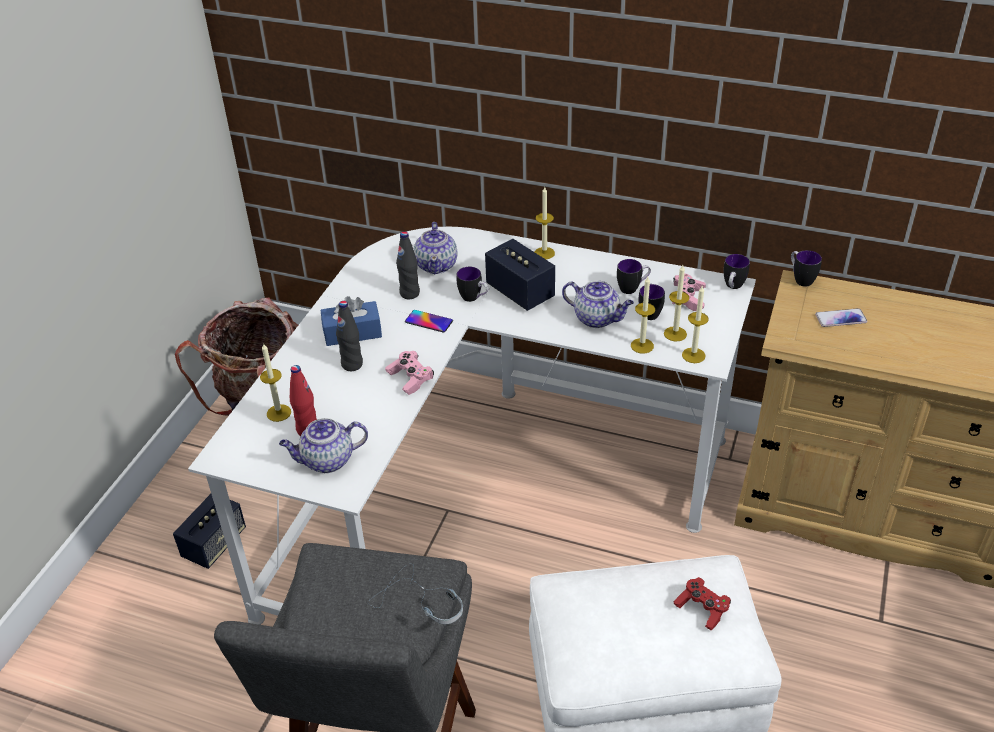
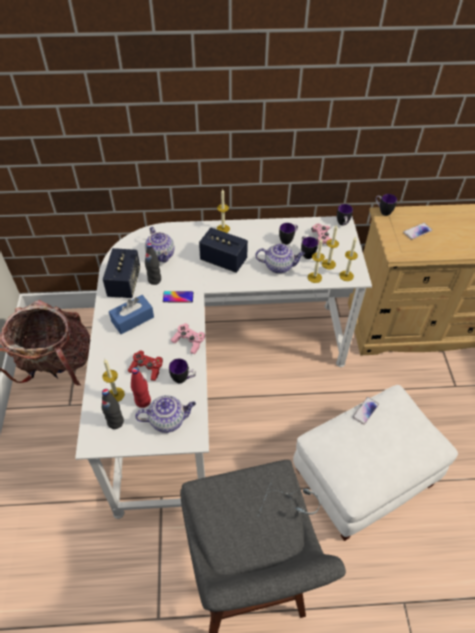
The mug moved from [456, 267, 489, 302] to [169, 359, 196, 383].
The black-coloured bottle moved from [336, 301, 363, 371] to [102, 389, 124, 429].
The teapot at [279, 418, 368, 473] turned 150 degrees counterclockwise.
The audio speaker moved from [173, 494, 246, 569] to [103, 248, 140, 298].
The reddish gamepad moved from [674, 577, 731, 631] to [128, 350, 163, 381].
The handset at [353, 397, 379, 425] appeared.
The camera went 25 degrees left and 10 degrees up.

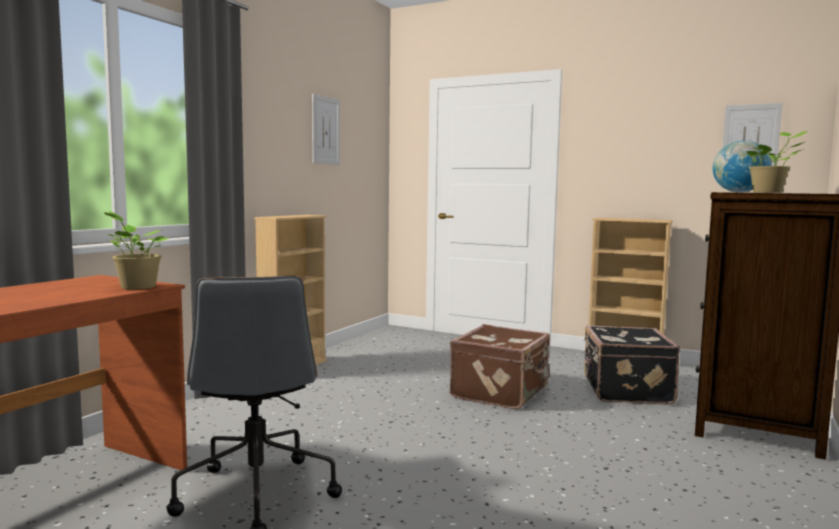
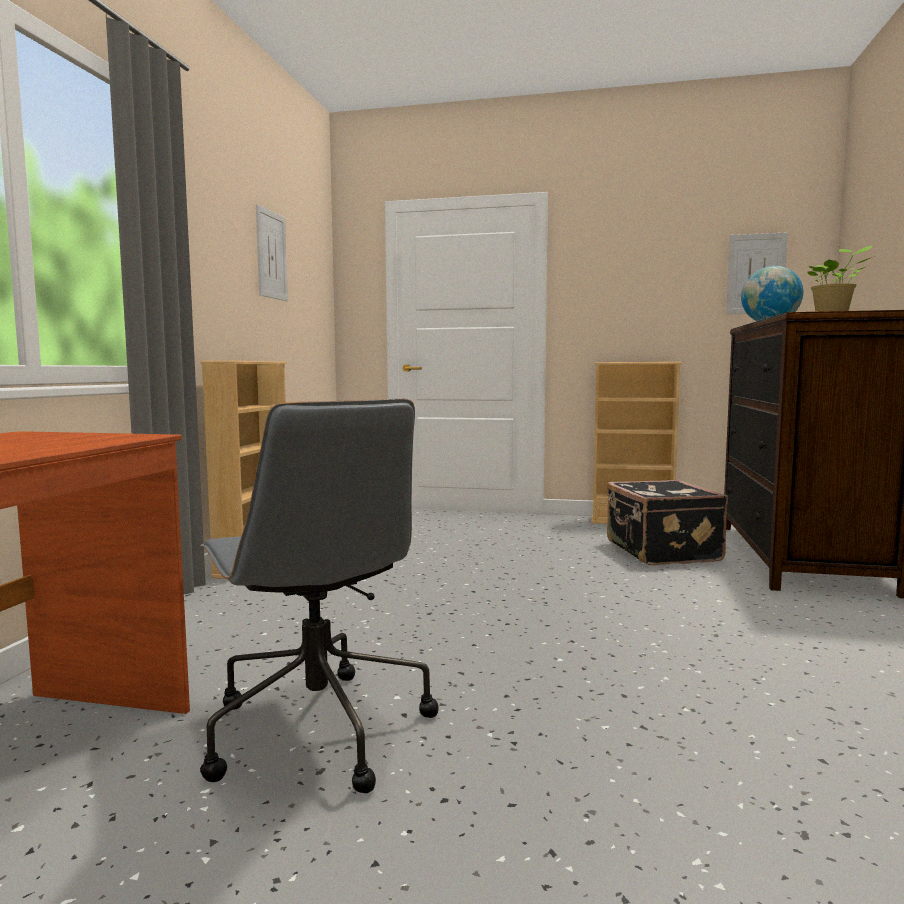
The houseplant at [104, 211, 170, 290] disappeared.
The brown-coloured suitcase at [450, 324, 550, 410] disappeared.
The camera went 15 degrees left and 0 degrees up.

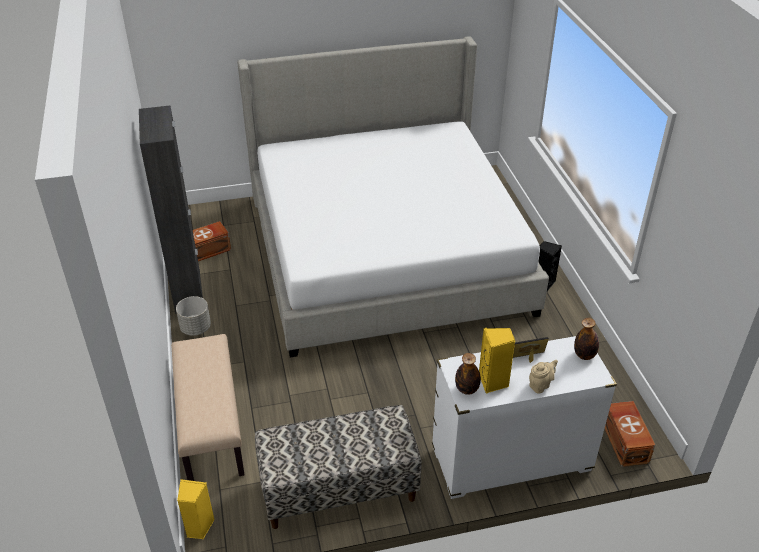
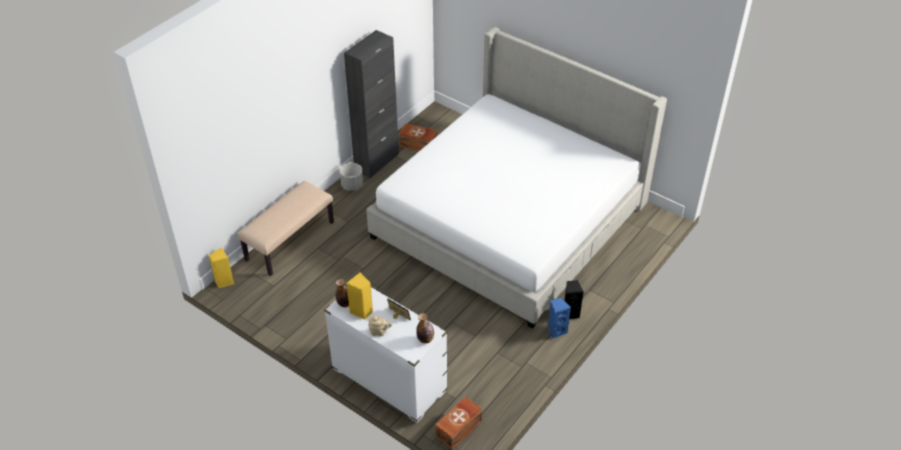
The long seat at [255, 405, 422, 529] disappeared.
The blue-coloured audio speaker at [548, 297, 571, 339] appeared.
The camera went 50 degrees right and 5 degrees up.

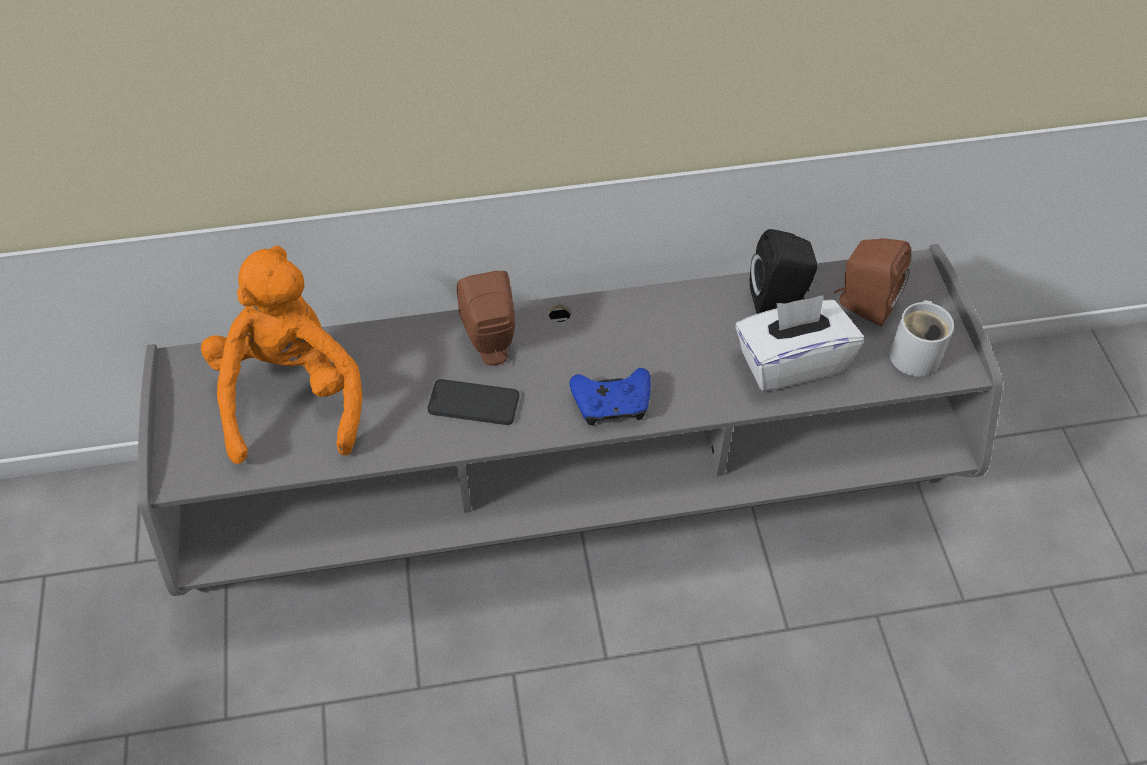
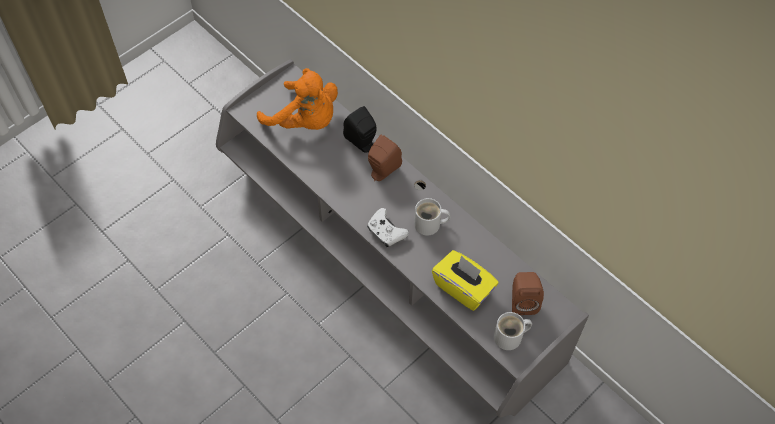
The black-coloured audio speaker moved from [750, 229, 818, 314] to [343, 106, 377, 153].
The orangey soft toy at [201, 245, 362, 464] turned 75 degrees clockwise.
The white-coloured box of tissues at [735, 295, 864, 391] became the yellow-coloured box of tissues at [432, 250, 498, 311].
The blue-coloured gamepad at [570, 368, 651, 425] became the white-coloured gamepad at [367, 208, 409, 247].
The handset at [428, 379, 519, 425] disappeared.
The white-coloured mug at [414, 198, 450, 235] appeared.
The camera went 55 degrees right and 5 degrees up.

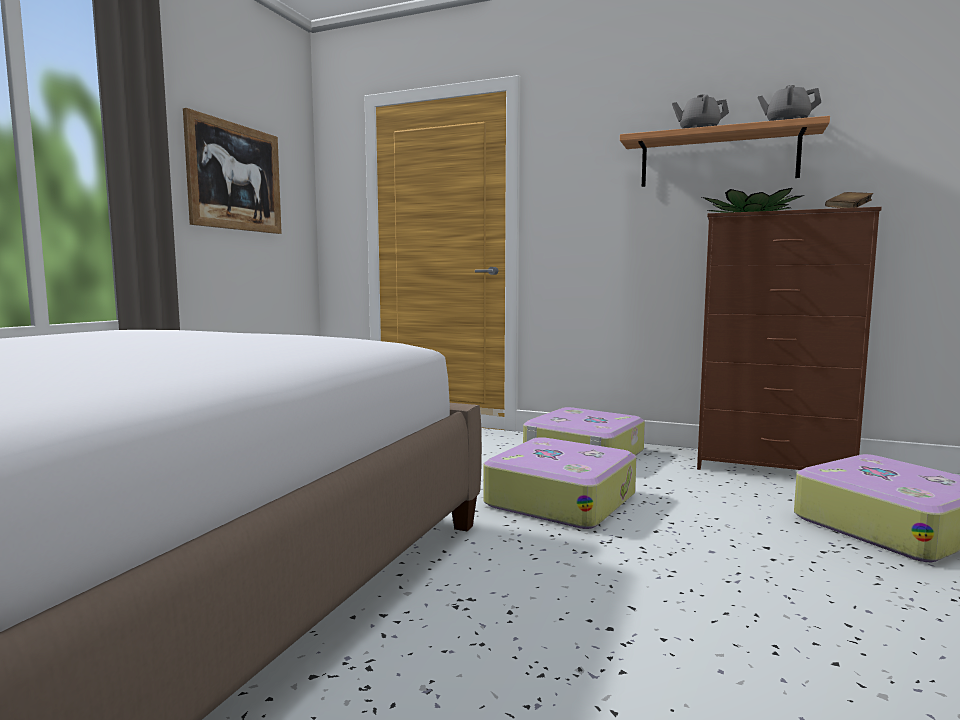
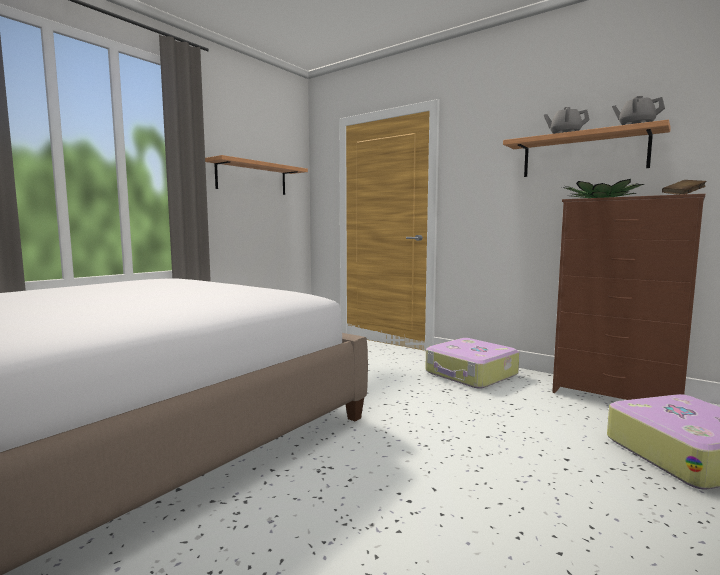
The wall picture at [183, 108, 282, 234] was replaced by the shelf at [205, 155, 308, 195].
The suitcase at [483, 437, 636, 529] disappeared.
The camera went 15 degrees right and 0 degrees up.

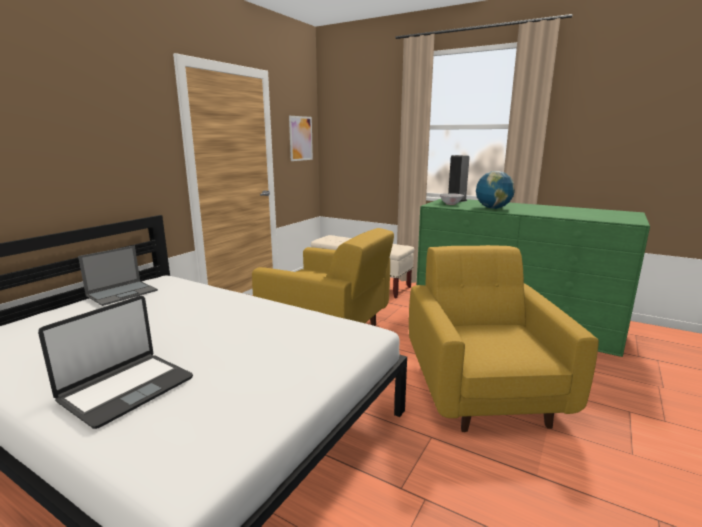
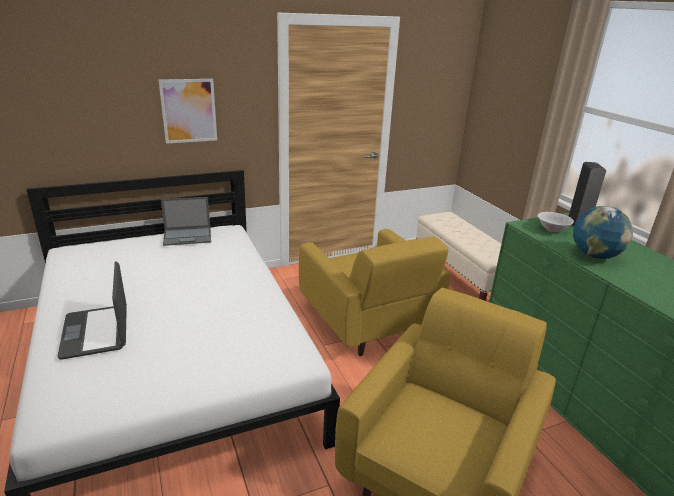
The wall picture moved from [289, 116, 313, 161] to [159, 79, 217, 144].
The laptop at [38, 296, 193, 429] turned 90 degrees clockwise.
The camera went 35 degrees right and 10 degrees up.

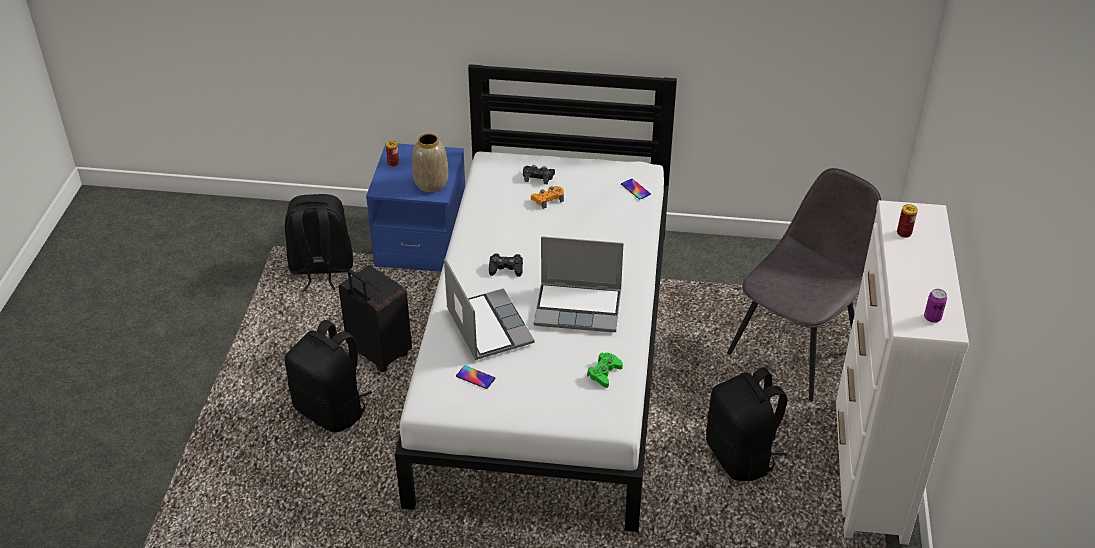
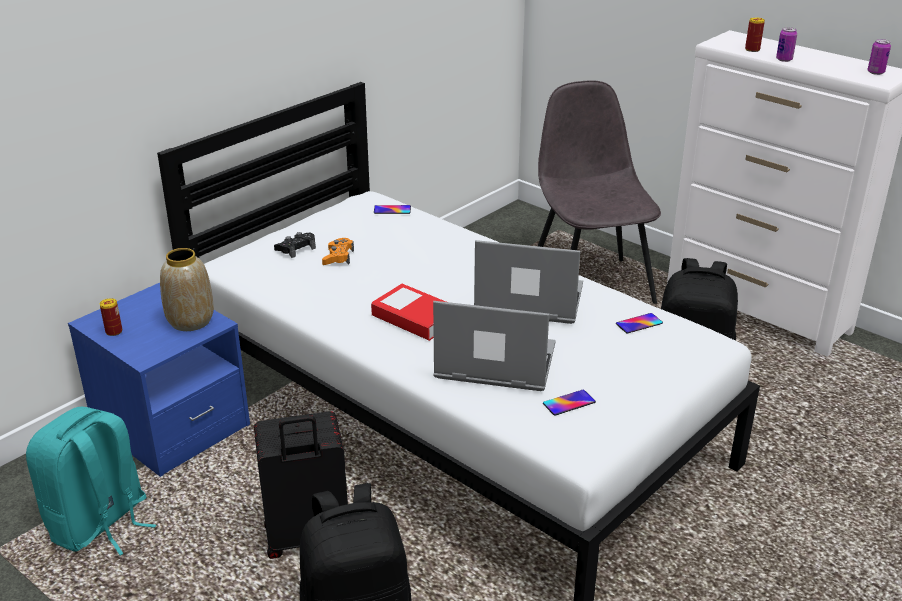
The black-coloured backpack at [285, 194, 353, 291] became the blue-green backpack at [26, 407, 156, 556].
The laptop at [534, 236, 624, 332] turned 120 degrees counterclockwise.
The black-coloured gamepad at [489, 254, 523, 277] was replaced by the book at [371, 284, 446, 341].
The greenish gamepad at [587, 353, 623, 388] was replaced by the handset at [616, 313, 663, 334].
The sealed can at [776, 27, 797, 62] appeared.
The camera went 55 degrees left and 10 degrees down.

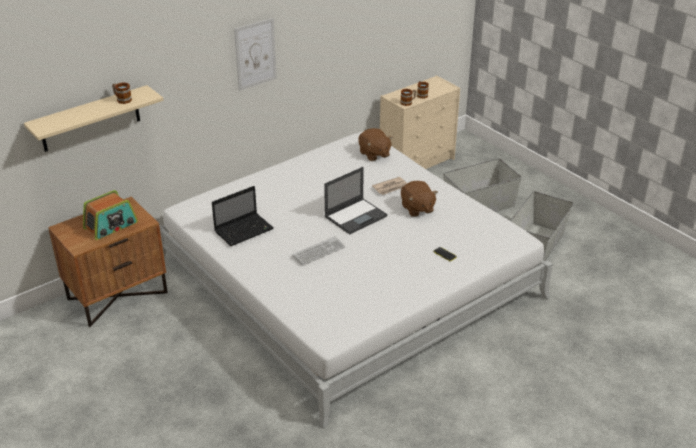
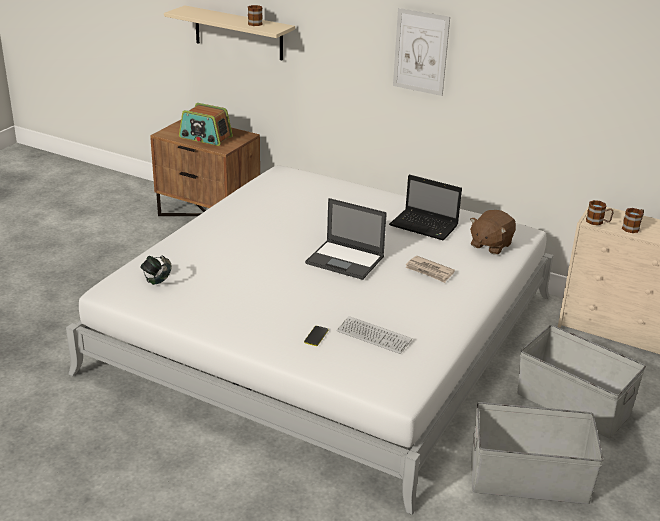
The brown-coloured soft toy at [401, 181, 438, 217] disappeared.
The laptop moved from [212, 186, 274, 246] to [389, 174, 462, 240].
The keyboard moved from [292, 236, 345, 266] to [337, 316, 412, 354].
The pair of headphones at [140, 256, 172, 285] appeared.
The camera went 65 degrees right and 5 degrees down.

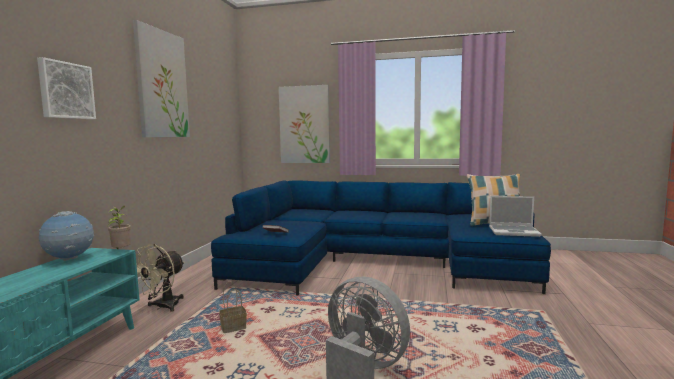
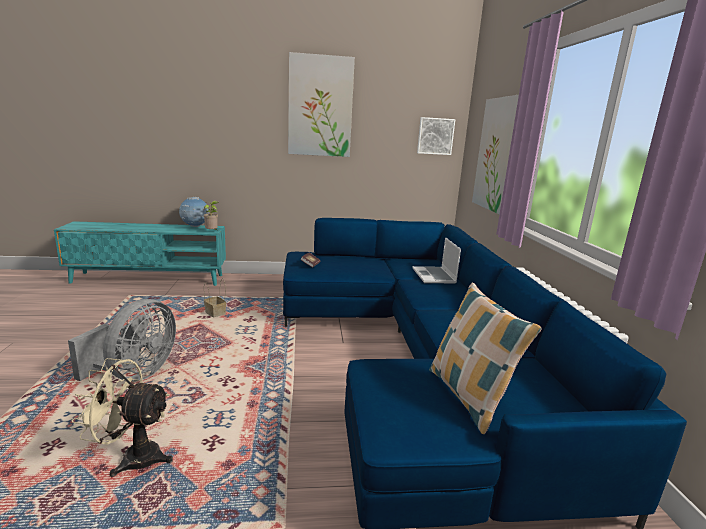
The wall picture moved from [37, 57, 96, 119] to [417, 117, 455, 155].
The laptop moved from [489, 196, 542, 237] to [412, 237, 461, 283].
The beige-coloured cooling fan moved from [136, 244, 185, 312] to [72, 358, 173, 477].
The camera went 70 degrees right and 10 degrees up.

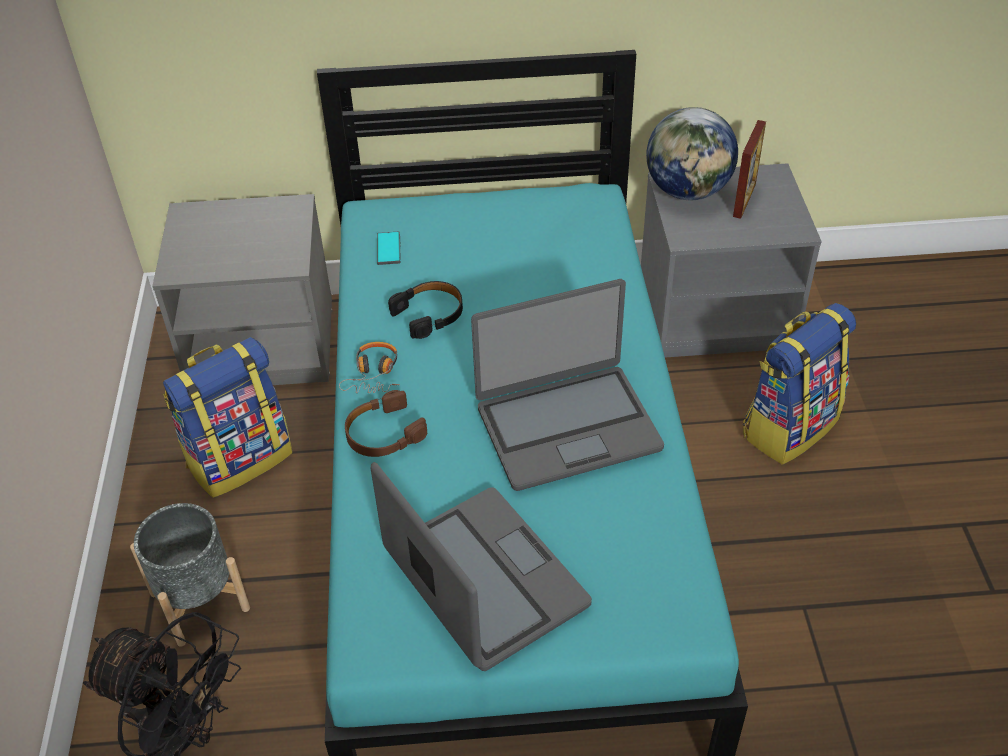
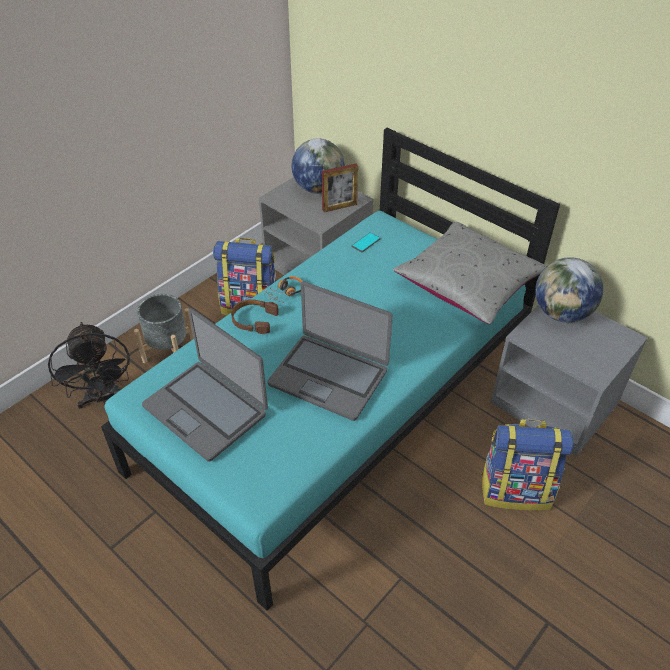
The photo frame moved from [733, 120, 766, 219] to [322, 164, 358, 212].
The black-coloured pair of headphones at [388, 281, 463, 339] disappeared.
The laptop at [371, 462, 592, 671] turned 120 degrees clockwise.
The globe at [292, 138, 345, 194] appeared.
The grey pillow at [393, 222, 546, 324] appeared.
The camera went 45 degrees right and 0 degrees up.

